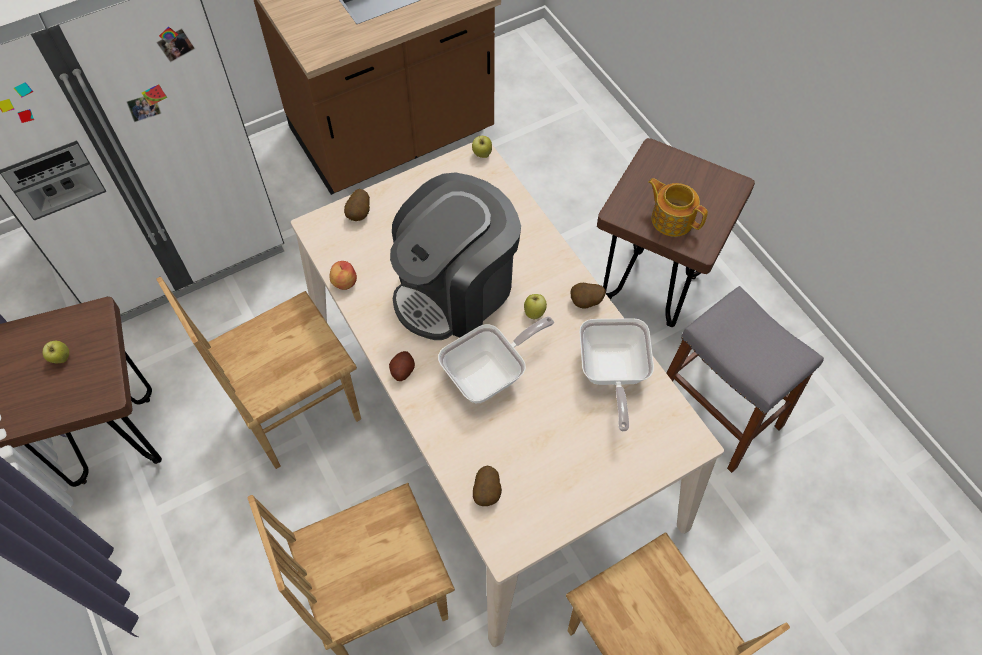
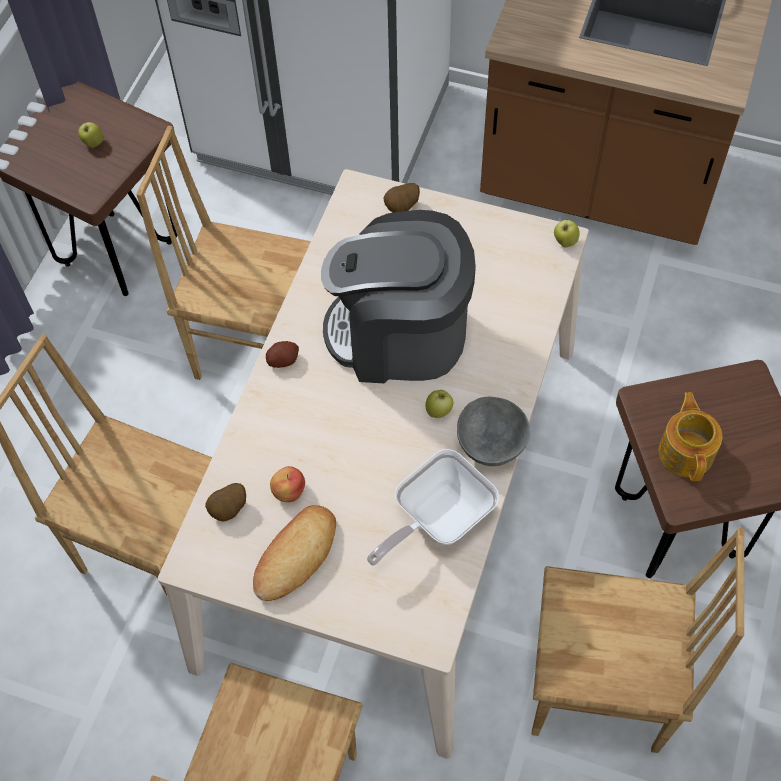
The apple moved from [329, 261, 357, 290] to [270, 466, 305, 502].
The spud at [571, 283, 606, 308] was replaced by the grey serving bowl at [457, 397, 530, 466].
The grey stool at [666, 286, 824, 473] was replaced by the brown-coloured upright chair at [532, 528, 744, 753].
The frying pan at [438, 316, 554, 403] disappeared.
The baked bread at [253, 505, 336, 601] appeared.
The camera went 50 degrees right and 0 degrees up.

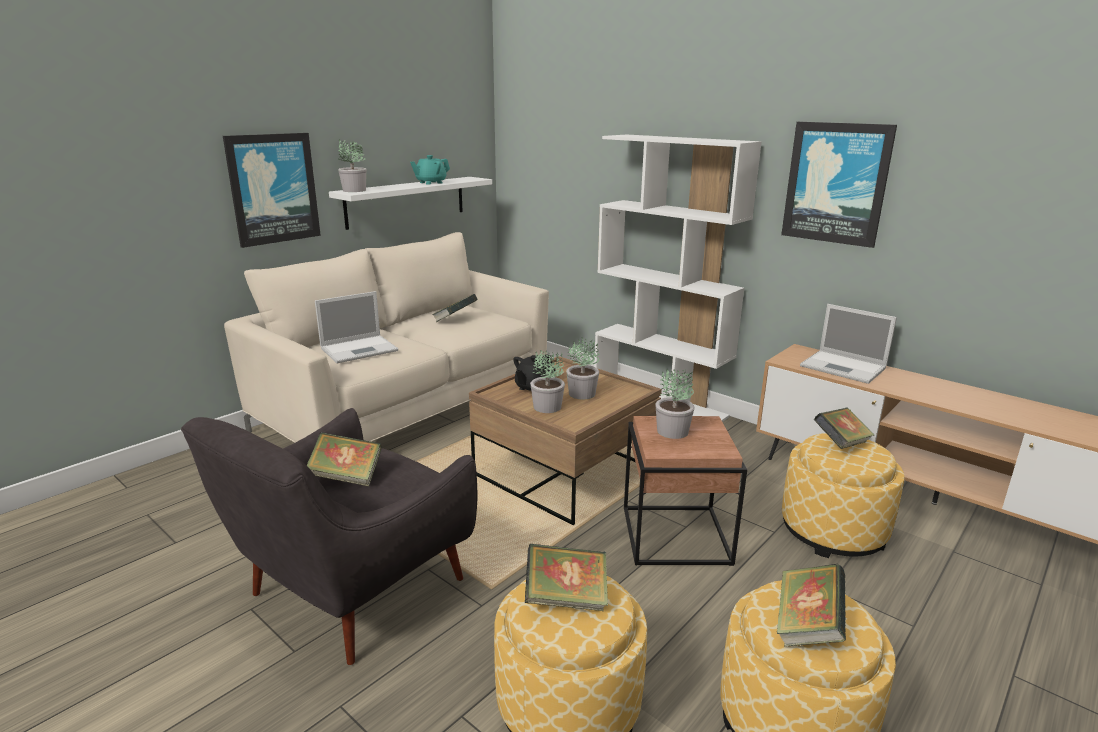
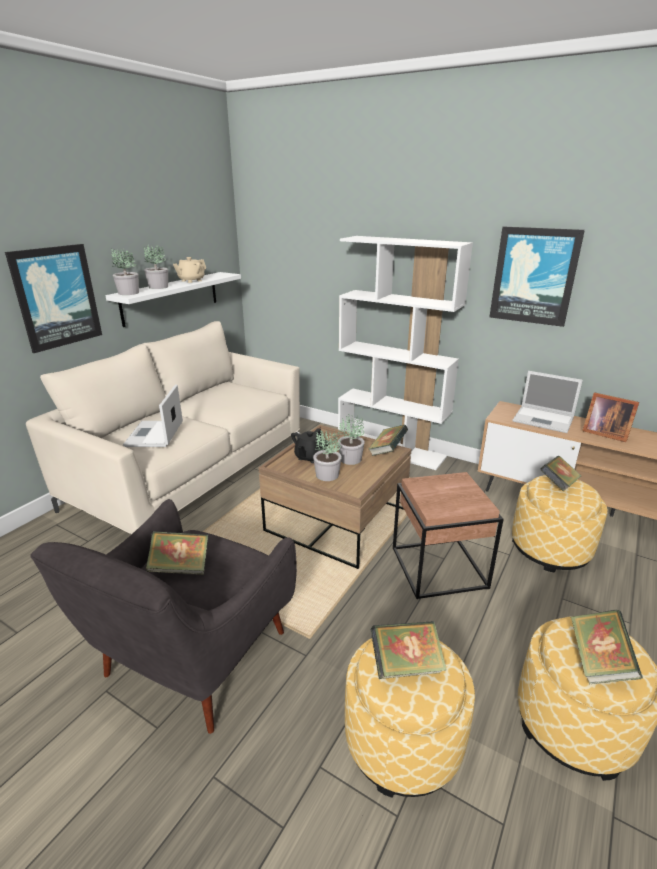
The blue-green teapot at [410, 155, 450, 184] became the beige-coloured teapot at [173, 257, 206, 283].
The laptop at [315, 291, 398, 363] turned 135 degrees clockwise.
The book moved from [432, 294, 478, 322] to [369, 424, 408, 456].
The houseplant moved from [655, 369, 695, 439] to [144, 246, 168, 289].
The photo frame at [582, 392, 639, 442] appeared.
The camera went 10 degrees left and 5 degrees up.

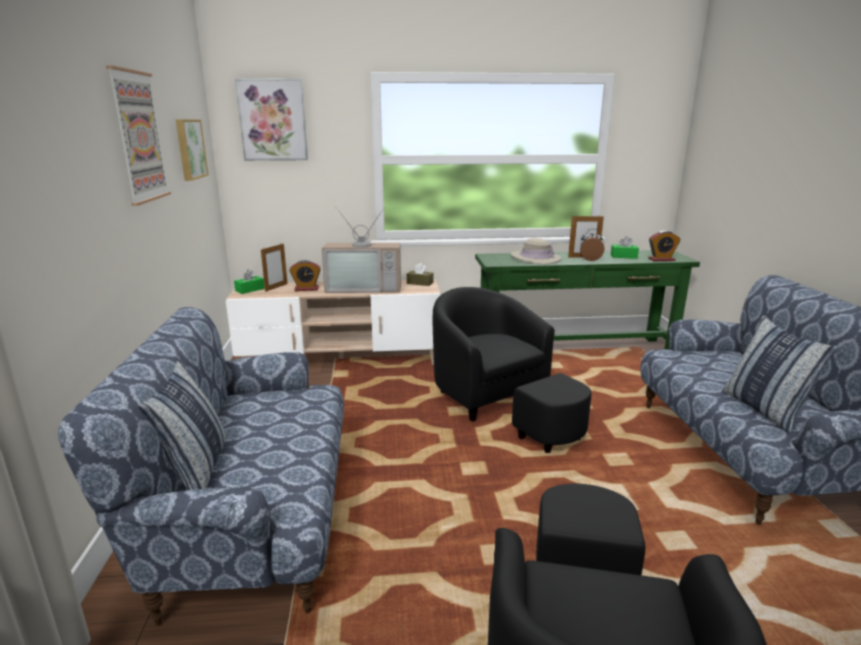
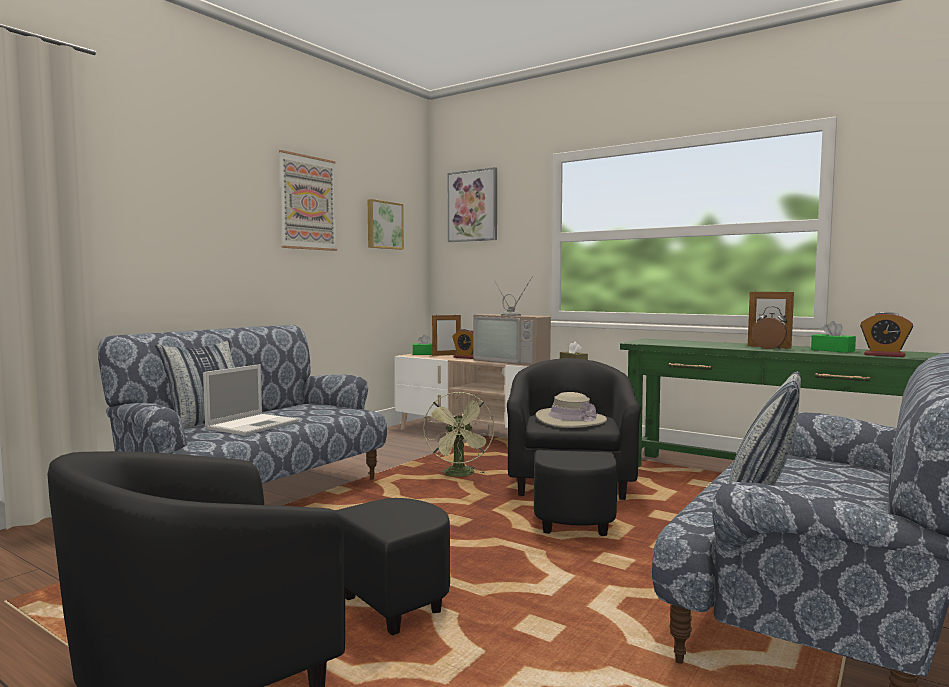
The beige-coloured wearable hat moved from [510, 238, 561, 265] to [536, 392, 607, 428].
The laptop at [203, 364, 299, 435] appeared.
The greenish cooling fan at [423, 392, 494, 477] appeared.
The camera went 40 degrees right and 15 degrees down.

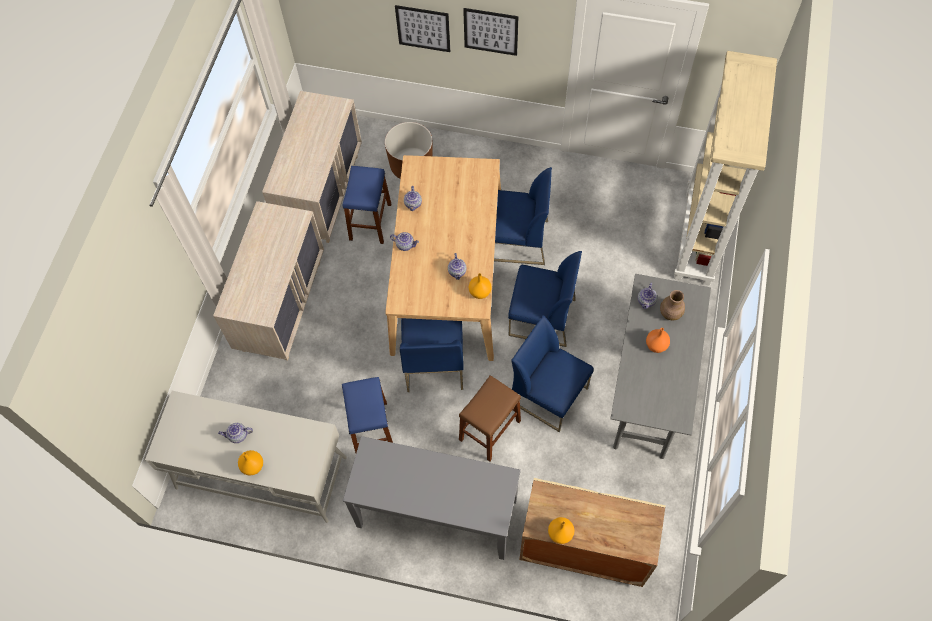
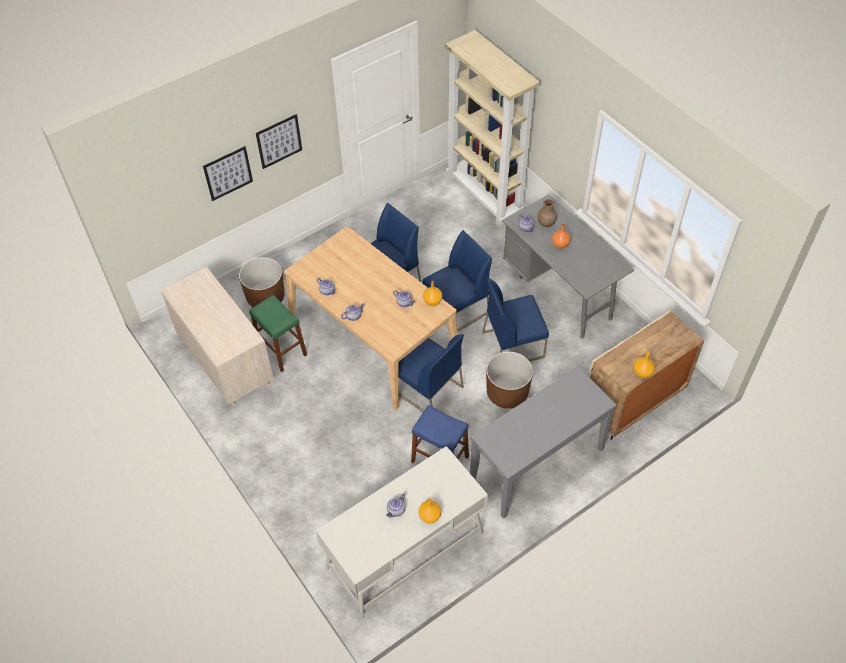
The blue-coloured stool at [343, 166, 391, 244] became the greenish stool at [249, 295, 307, 372].
The beige-coloured chest of drawers at [213, 201, 324, 360] disappeared.
The brown-coloured stool at [459, 375, 521, 462] was replaced by the brown-coloured planter at [486, 352, 533, 409].
The camera went 50 degrees left and 10 degrees down.

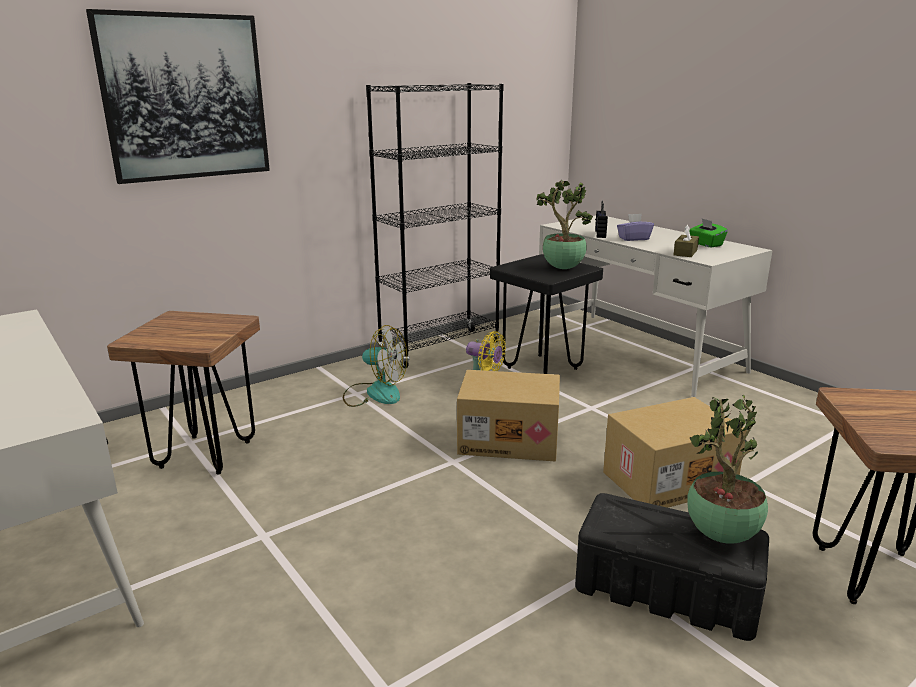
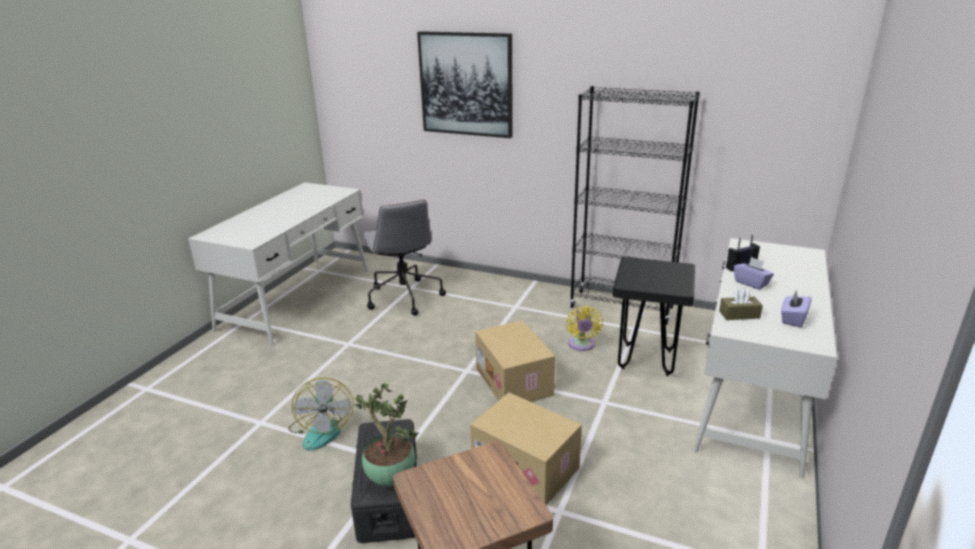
The houseplant at [536, 180, 593, 269] disappeared.
The greenish box of tissues at [689, 218, 728, 247] became the purple-coloured box of tissues at [781, 290, 812, 327].
The brown-coloured stool at [107, 311, 260, 474] was replaced by the grey desk chair at [363, 199, 446, 316].
The cooling fan moved from [343, 325, 407, 407] to [289, 378, 354, 451].
The camera went 60 degrees right and 5 degrees up.

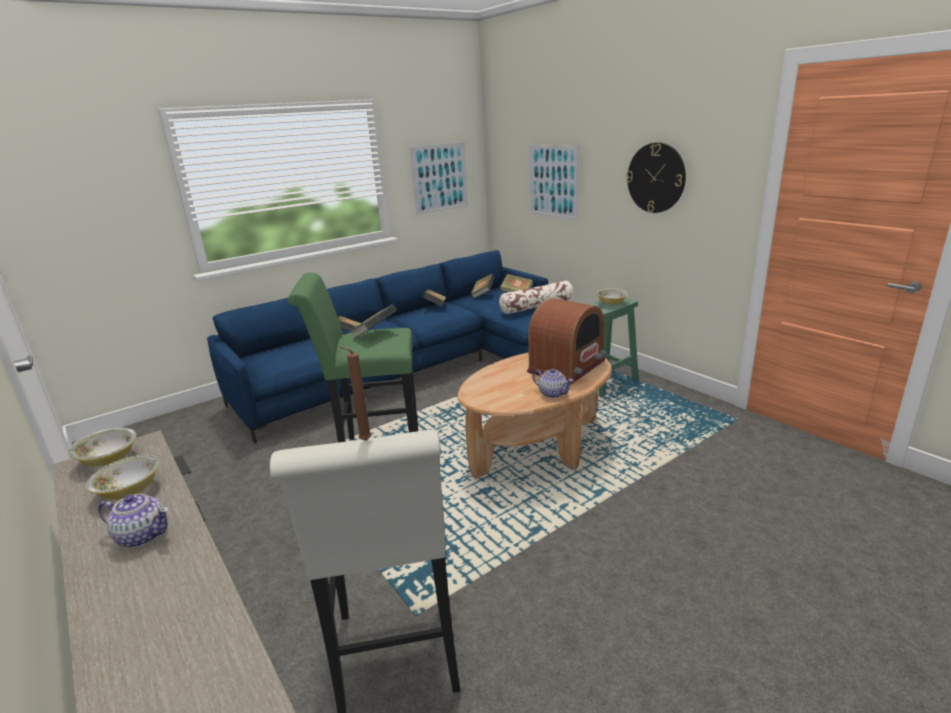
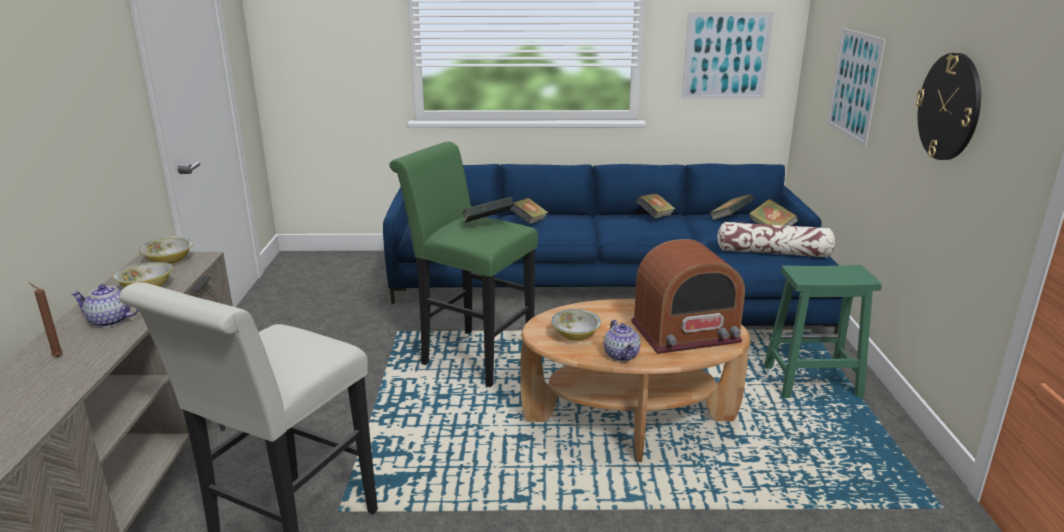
The serving bowl moved from [596, 288, 628, 305] to [551, 309, 601, 341].
The brown-coloured wax light moved from [340, 347, 372, 441] to [29, 283, 63, 357].
The teapot at [98, 494, 169, 547] turned 135 degrees clockwise.
The camera went 35 degrees right and 0 degrees up.

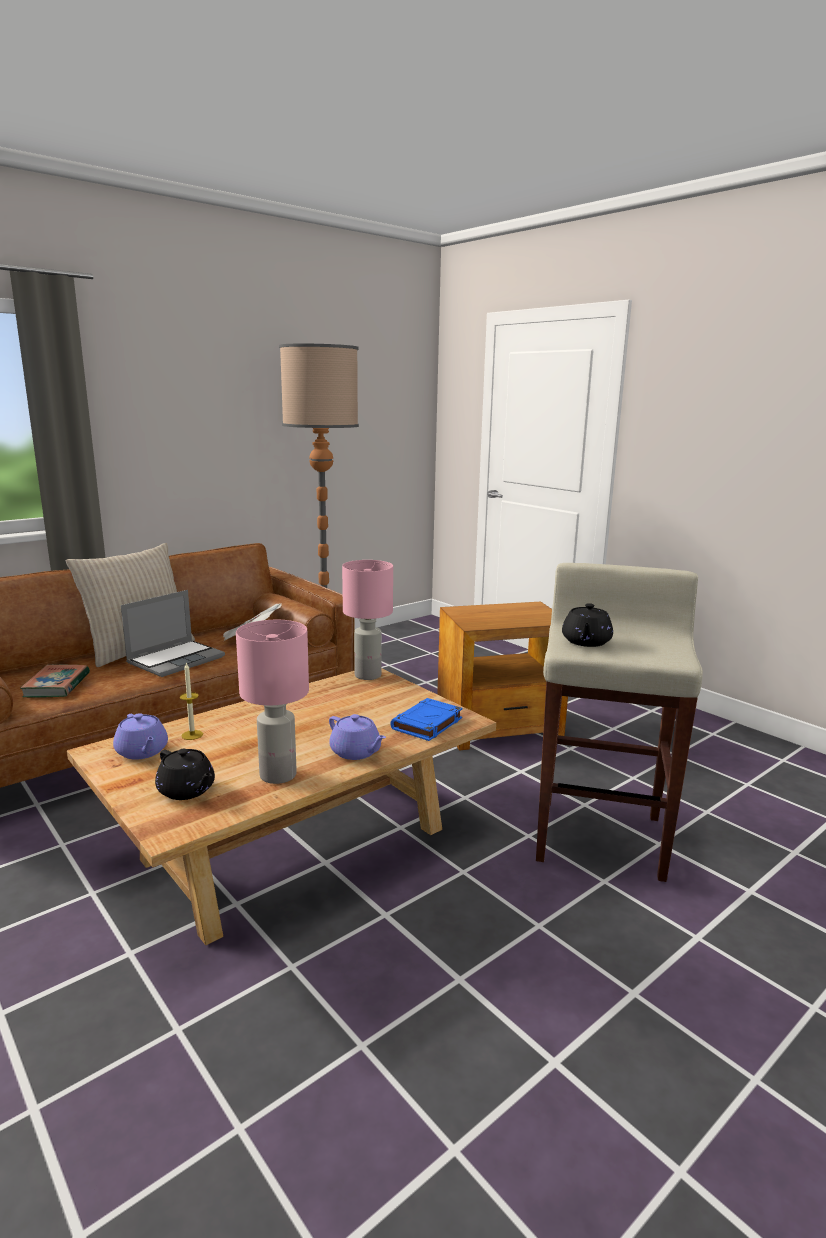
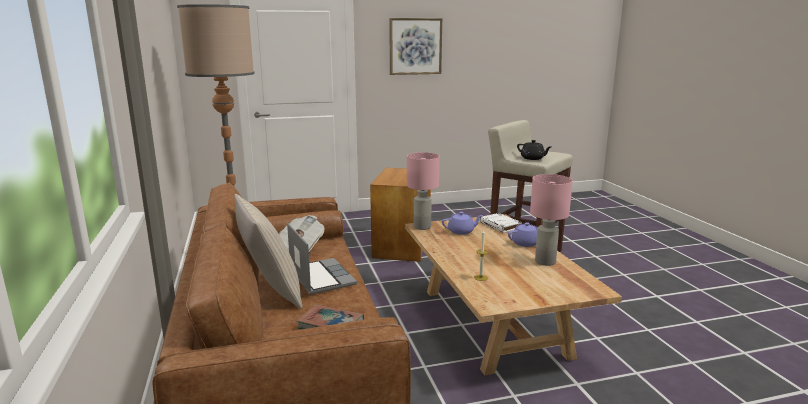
The blue-coloured book at [390, 698, 463, 741] became the white-coloured book at [480, 213, 522, 233].
The purple-coloured teapot moved from [113, 713, 168, 760] to [442, 212, 483, 235].
The black-coloured teapot at [155, 749, 215, 800] disappeared.
The wall picture at [389, 18, 442, 75] appeared.
The camera went 65 degrees left and 0 degrees up.

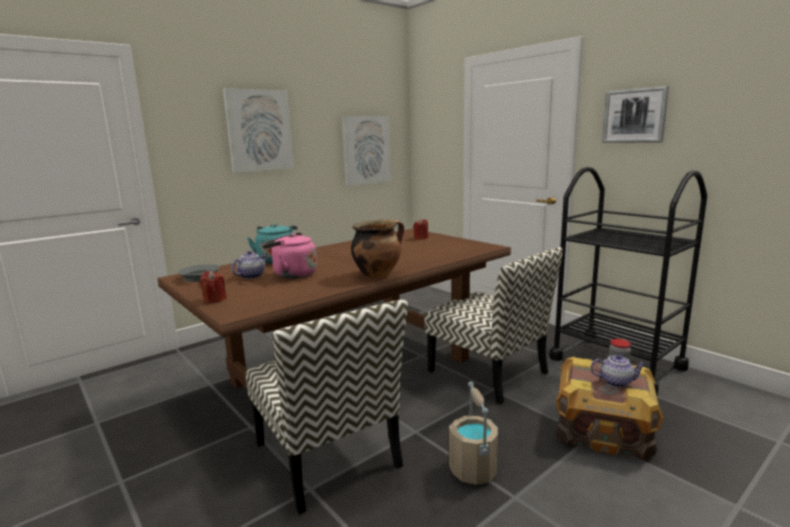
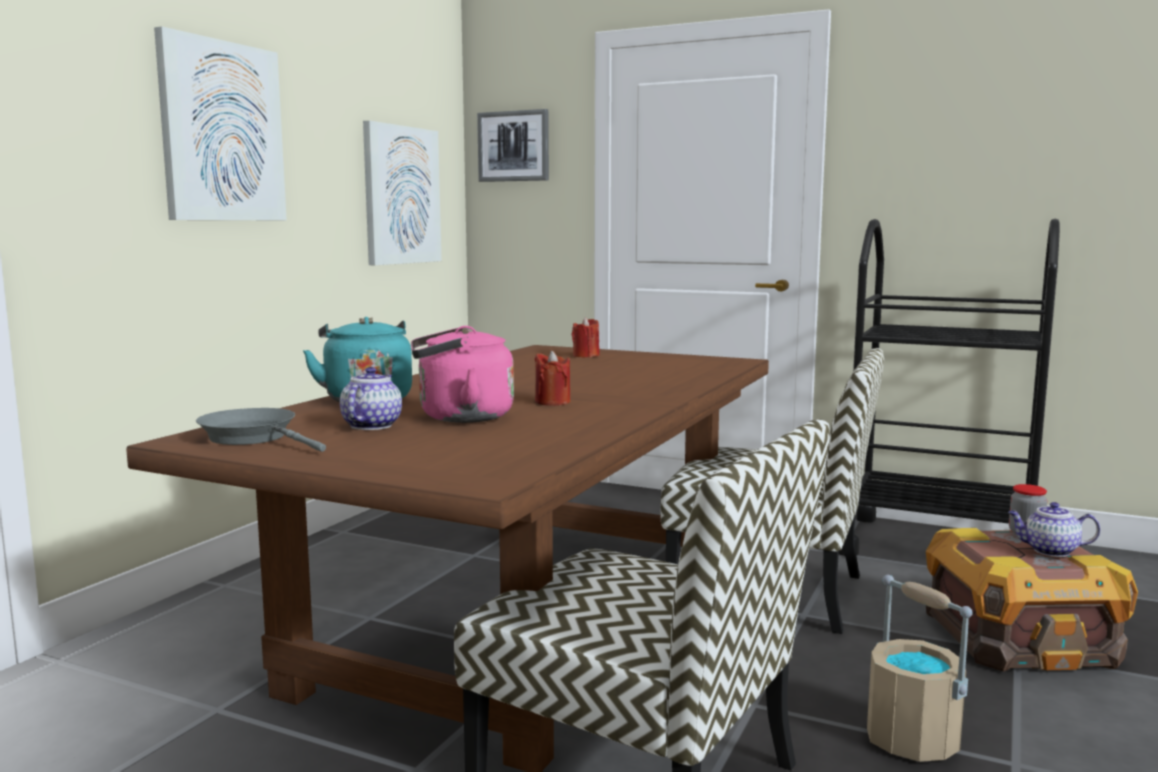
The wall picture moved from [602, 86, 669, 143] to [477, 109, 549, 182].
The saucepot at [351, 220, 404, 278] disappeared.
The reddish wax light moved from [200, 271, 227, 303] to [534, 351, 570, 406].
The teapot at [590, 354, 646, 387] turned 150 degrees counterclockwise.
The camera went 25 degrees left and 5 degrees down.

